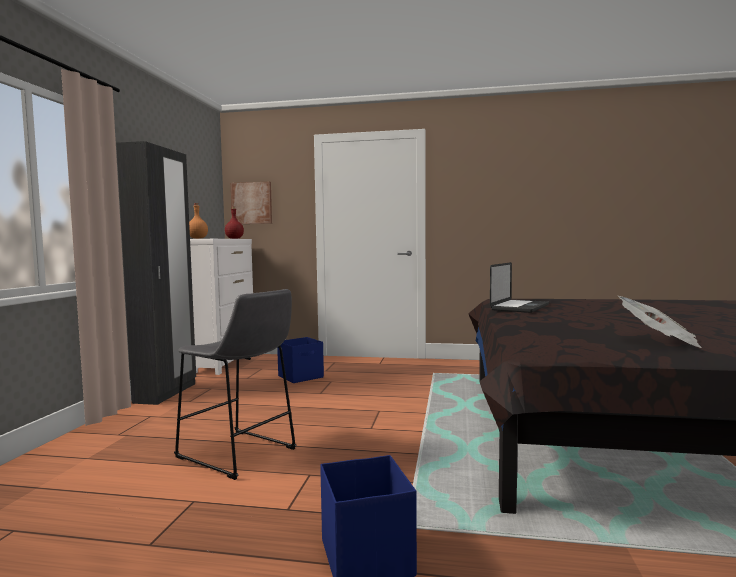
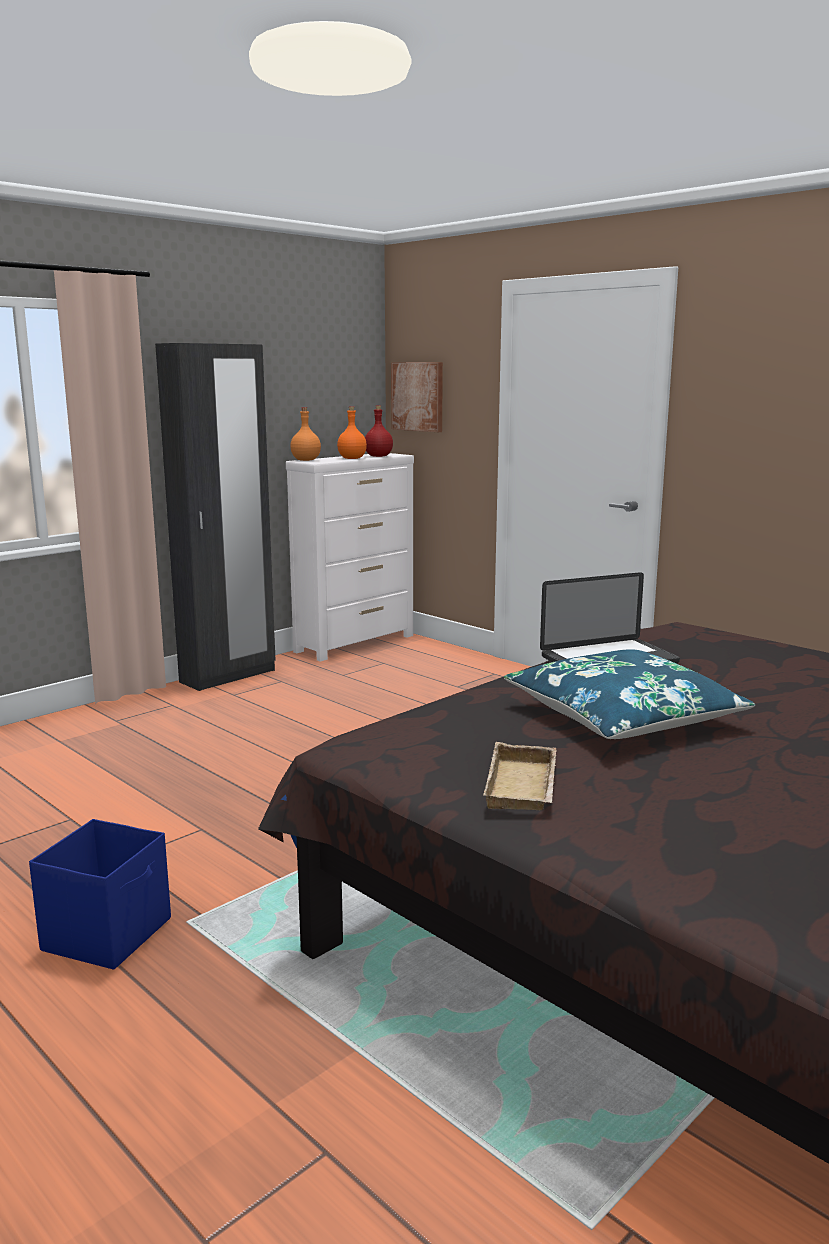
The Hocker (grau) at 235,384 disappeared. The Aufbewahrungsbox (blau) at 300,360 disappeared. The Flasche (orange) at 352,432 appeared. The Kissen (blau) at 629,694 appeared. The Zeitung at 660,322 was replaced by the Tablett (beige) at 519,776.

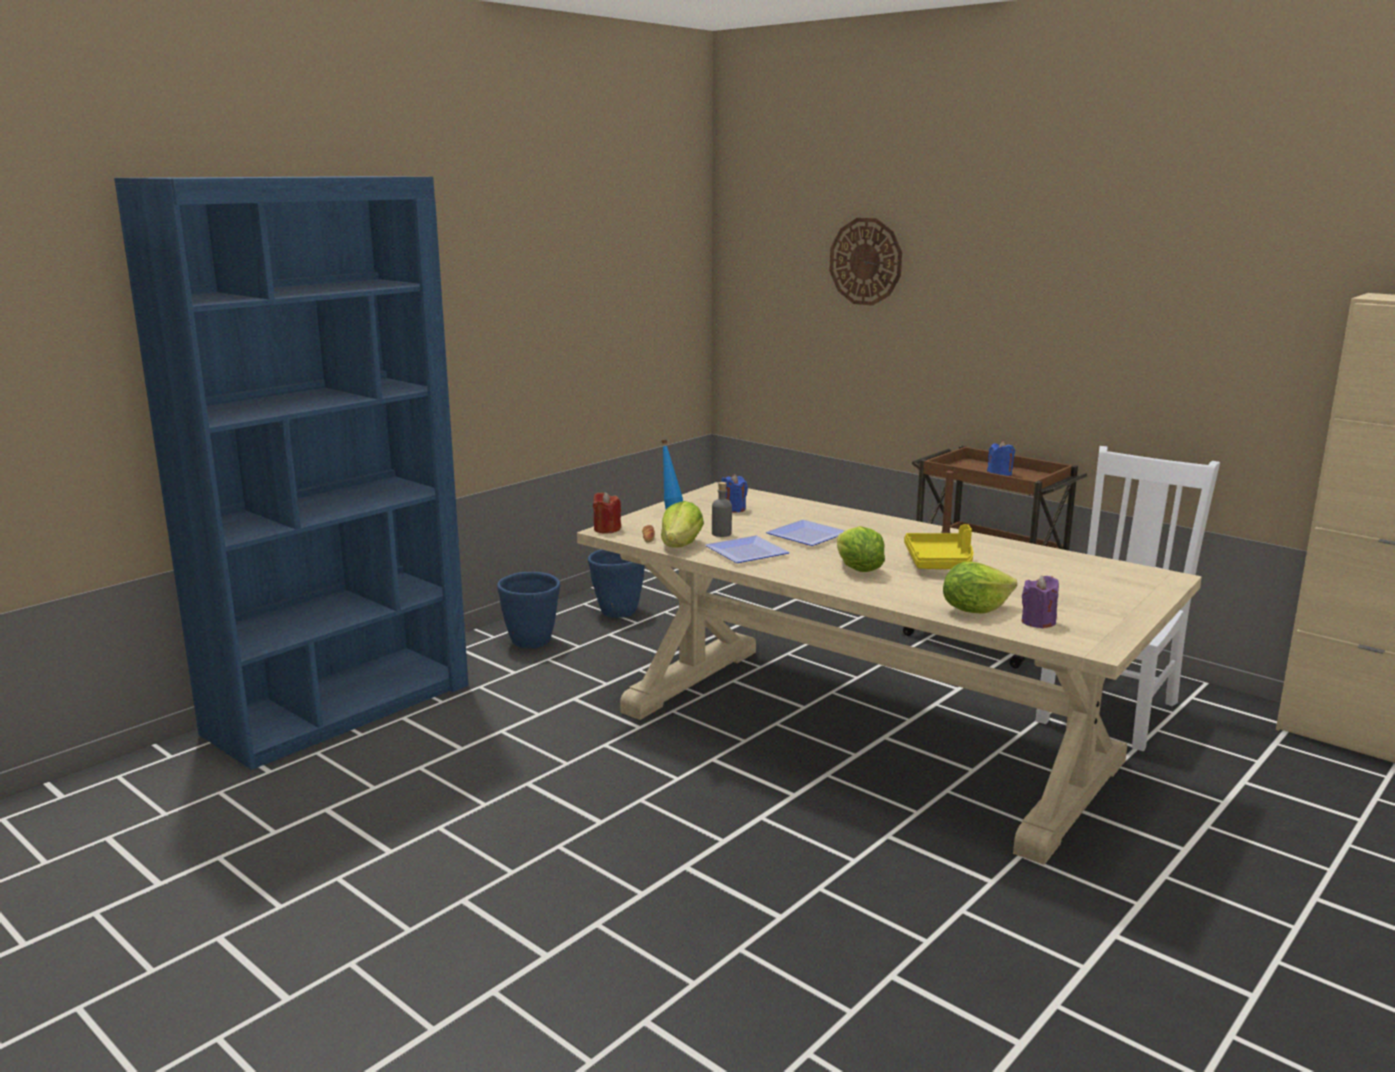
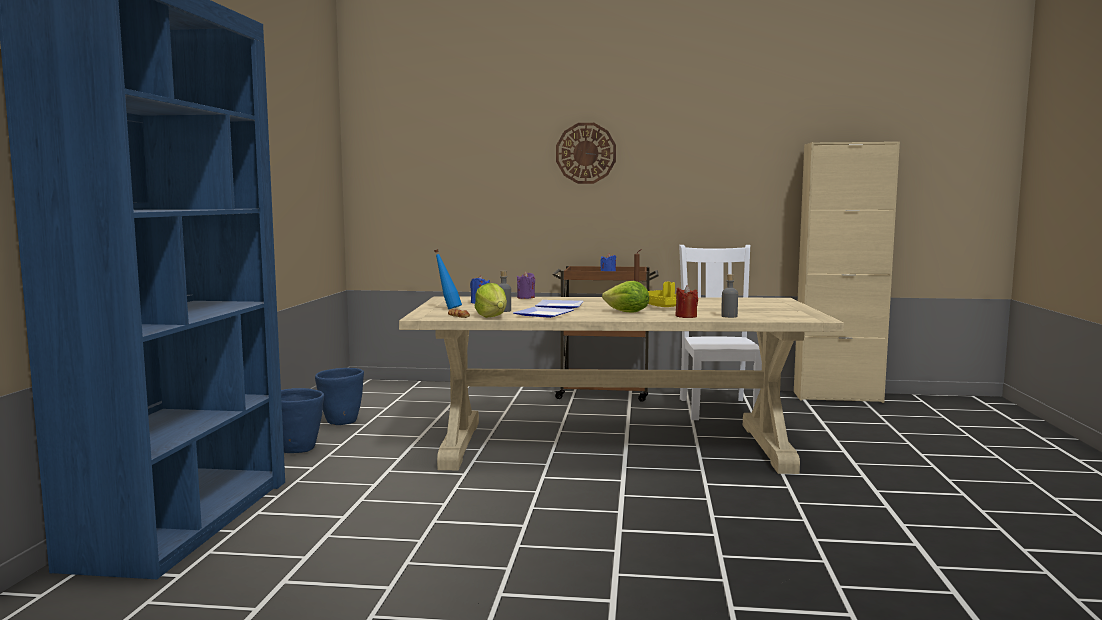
The Kerze (rot) moved from 607,512 to 686,301. The Wanduhr moved from 866,262 to 586,153. The Kerze (lila) moved from 1040,601 to 526,285. The Salatkopf at 980,588 was replaced by the Flasche (grau) at 729,296.

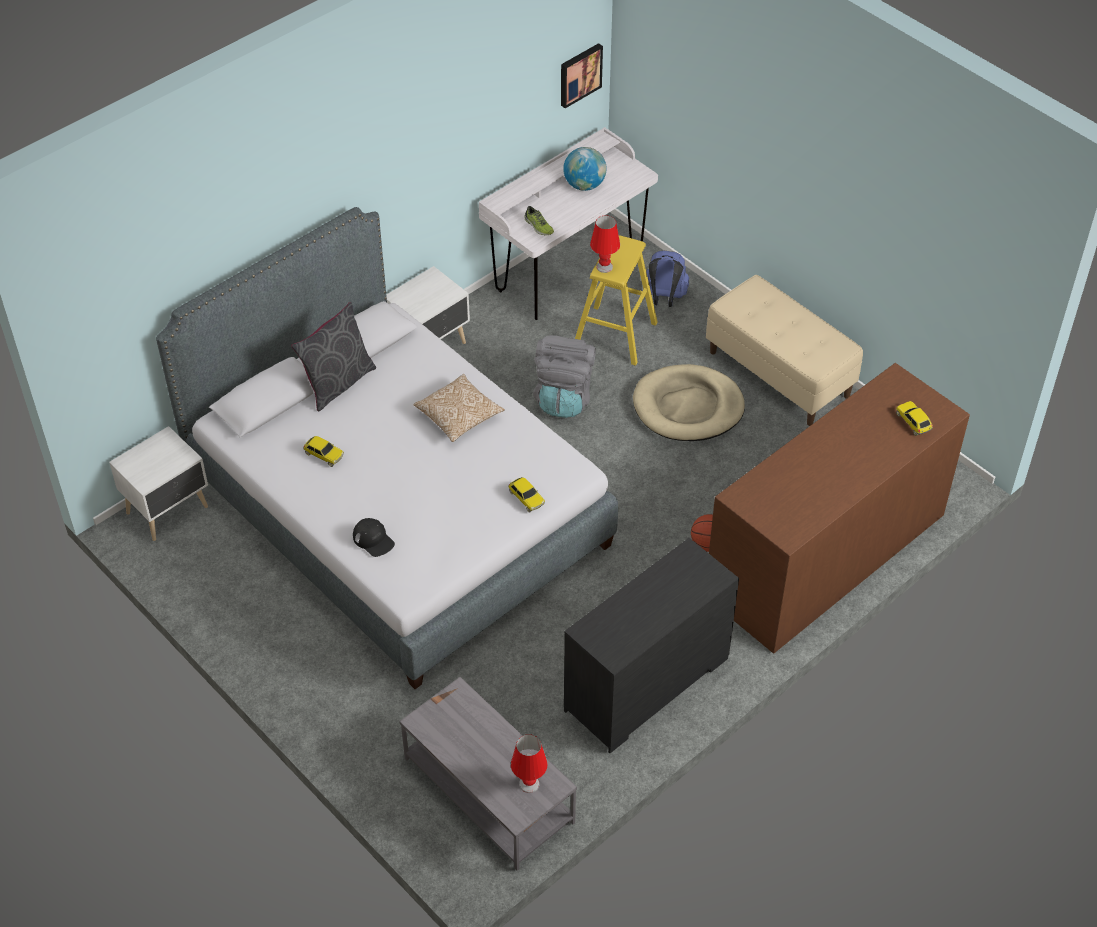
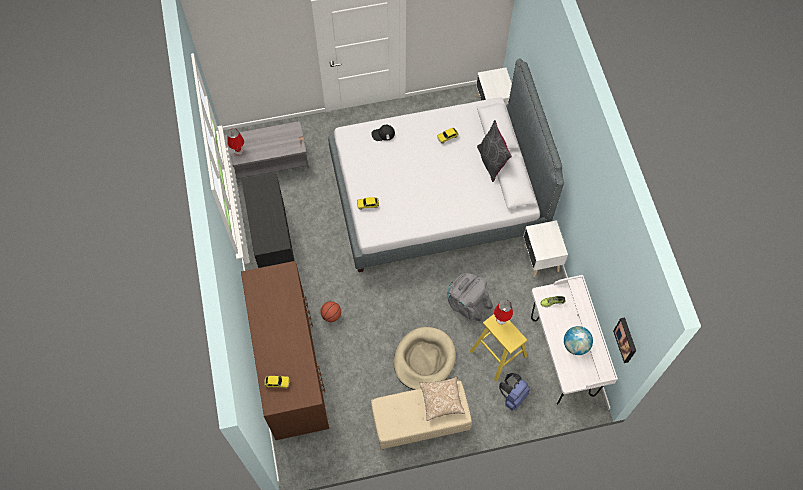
The Kissen moved from 459,408 to 442,399.

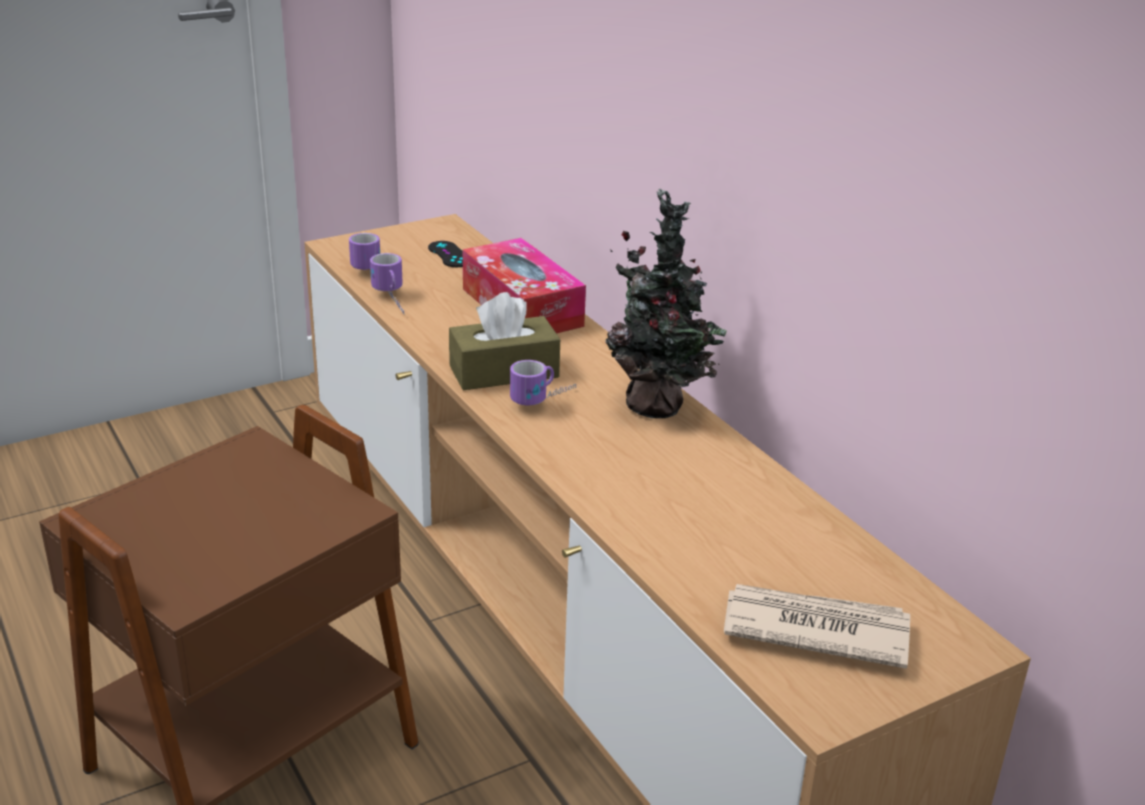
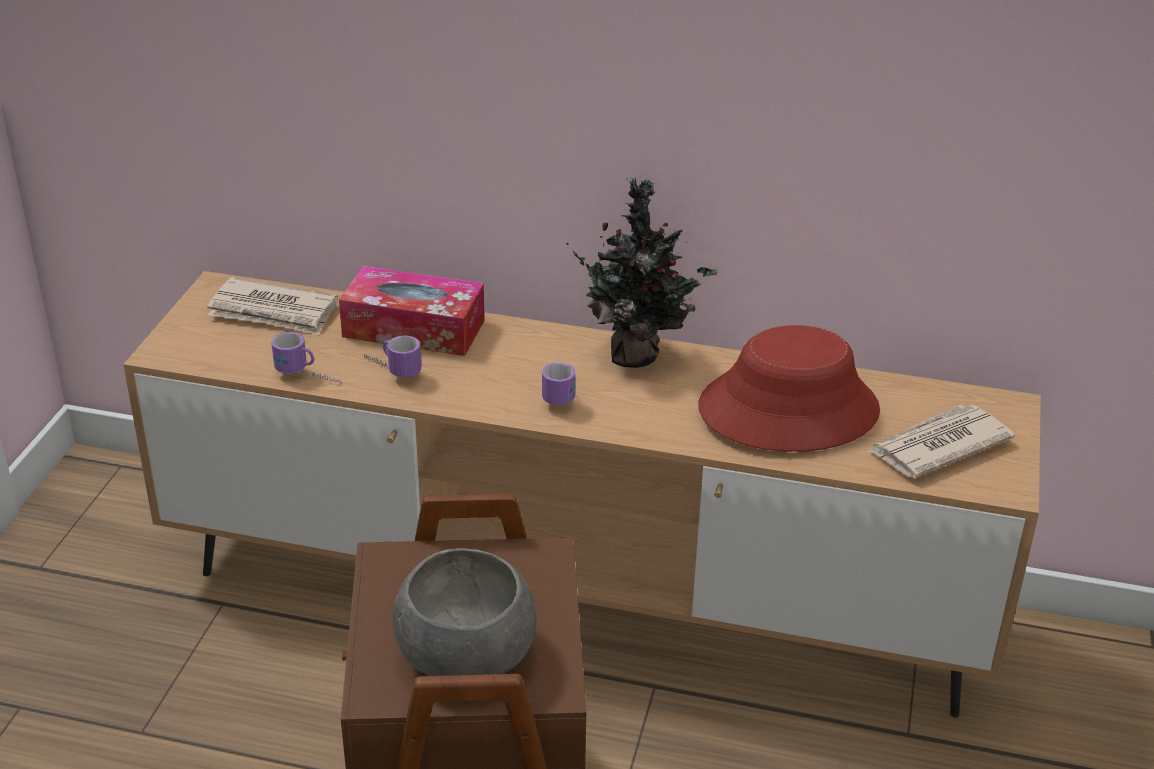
The Taschentuchbox (braun) at 504,341 disappeared. The Schüssel (grau) at 465,612 appeared. The Hut (rot) at 789,388 appeared. The Henkelbecher moved from 364,251 to 392,356. The Gamepad (schwarz) at 445,254 was replaced by the Zeitung at 272,306.

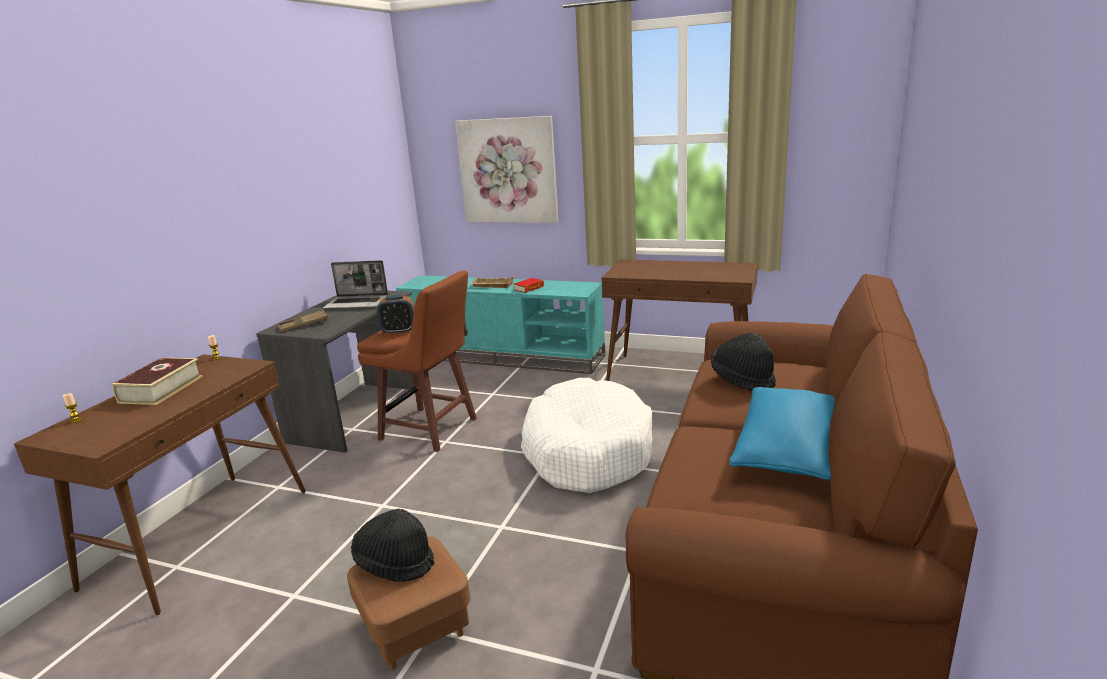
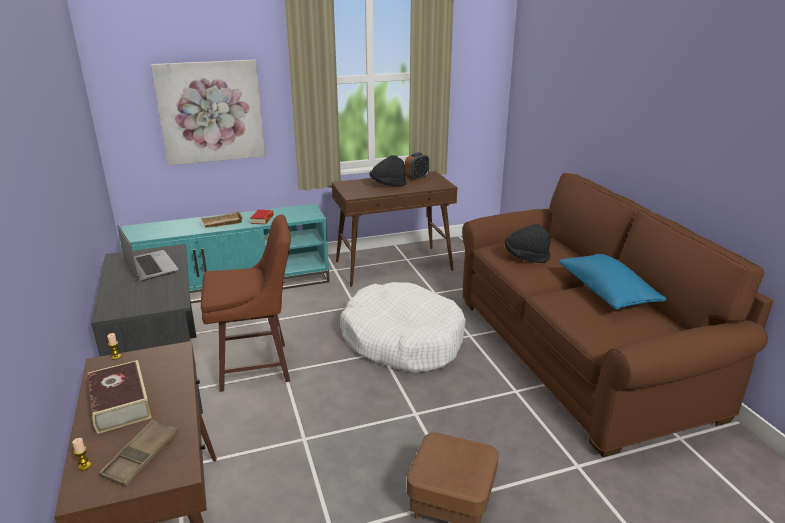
The Tablett (braun) moved from 302,321 to 138,453. The Hut (schwarz) moved from 392,545 to 388,170. The Wecker moved from 396,315 to 417,166. The Laptop at 355,284 turned 90 degrees counterclockwise.

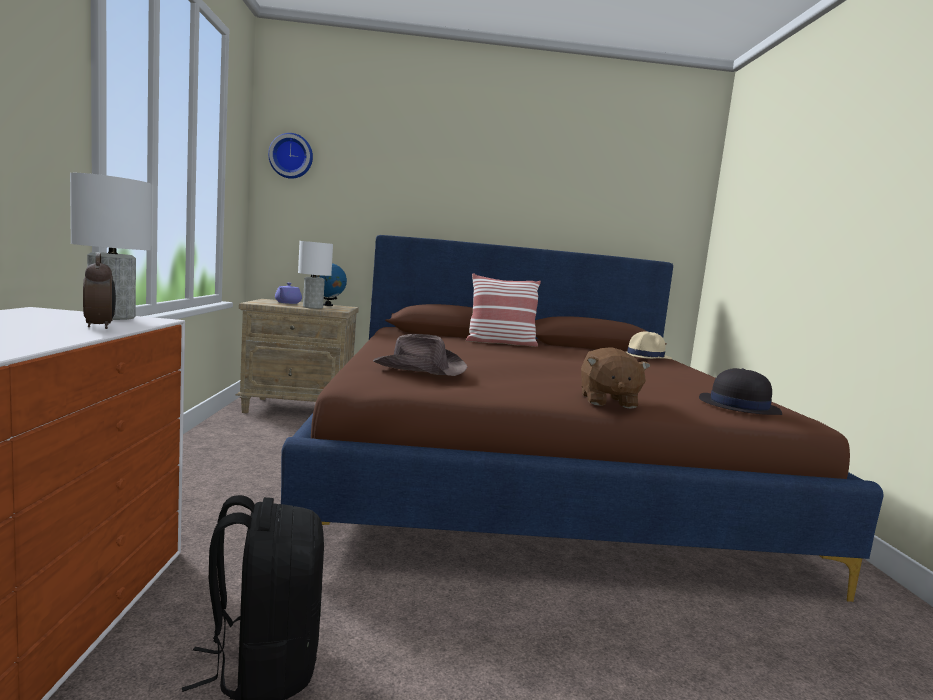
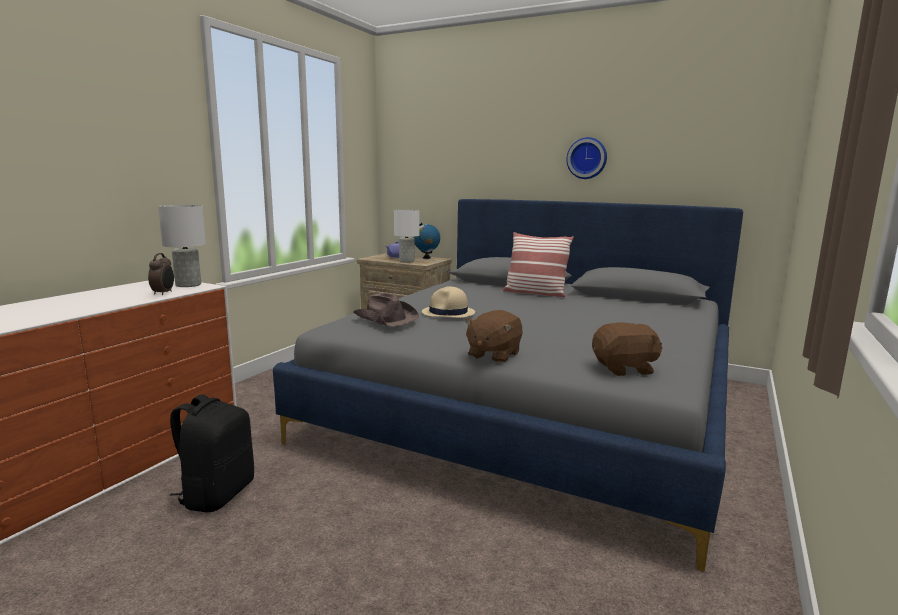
The Wanduhr moved from 290,156 to 586,158. The Hut (beige) moved from 649,345 to 448,302. The Hut (schwarz) at 740,391 was replaced by the Plüschtier (braun) at 627,349. The Bett (braun) at 582,418 became the Bett (grau) at 508,385.

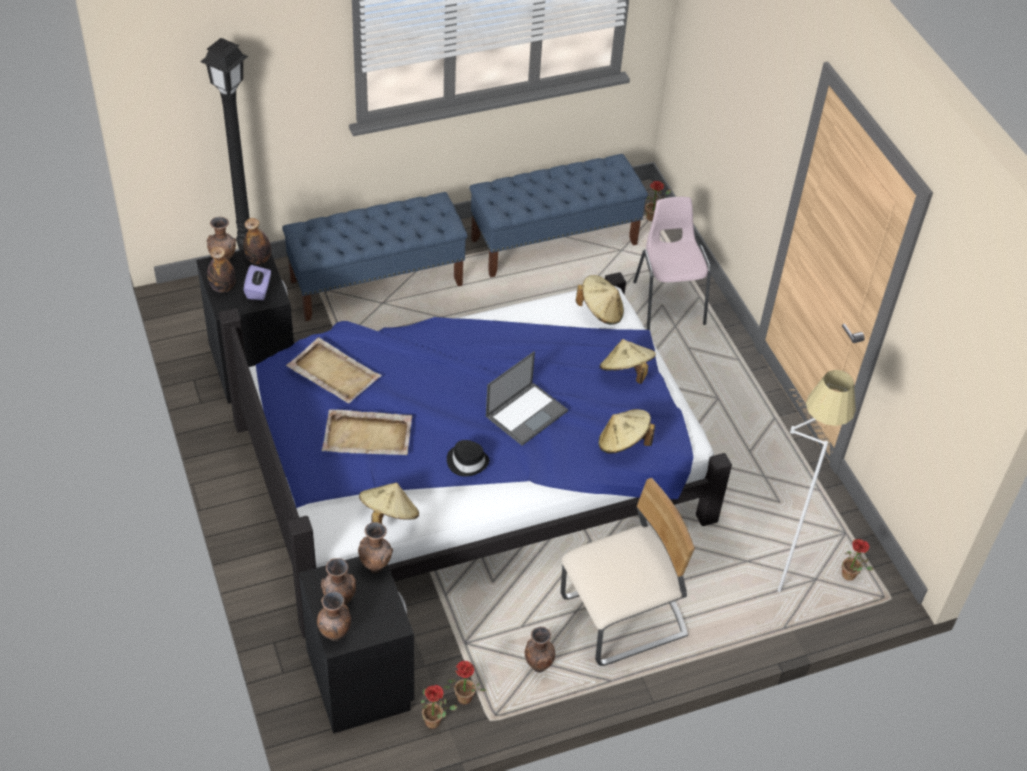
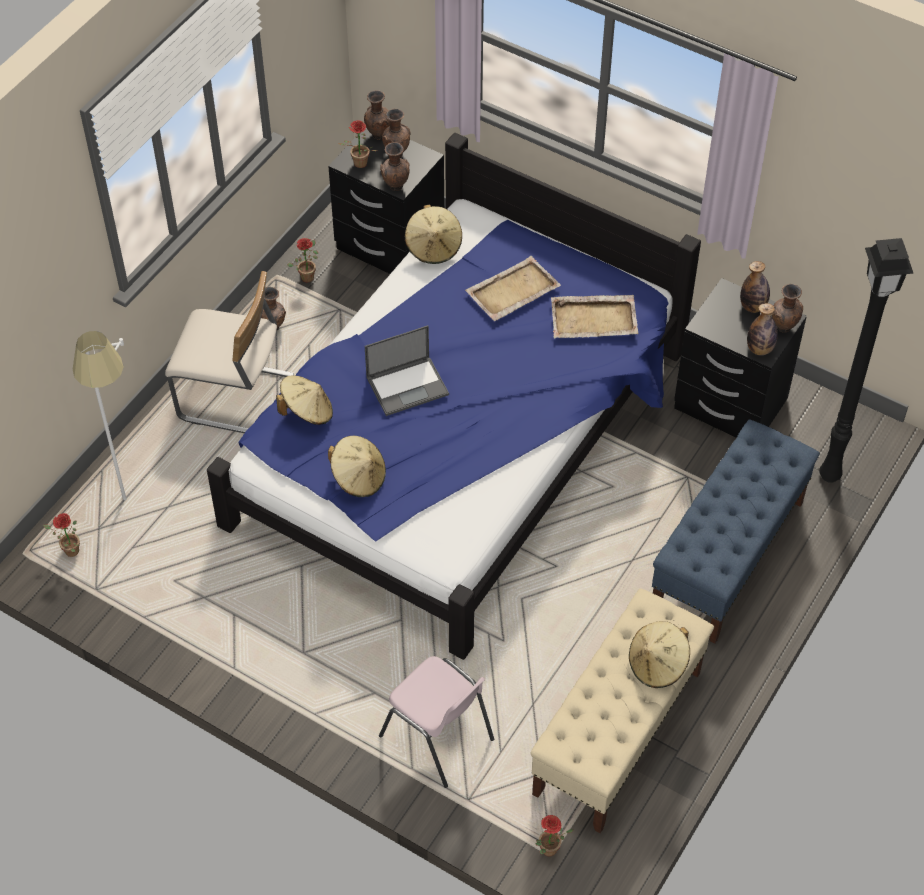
The Taschentuchbox (lila) at 257,282 disappeared. The Hut (schwarz) at 468,458 disappeared. The Topfpflanze moved from 439,707 to 357,144. The Hut (beige) moved from 600,300 to 659,654. The Bank (blau) at 559,216 became the Bank (beige) at 622,710. The Laptop at 527,398 turned 120 degrees counterclockwise. The Stuhl (beige) at 627,572 turned 105 degrees counterclockwise.

